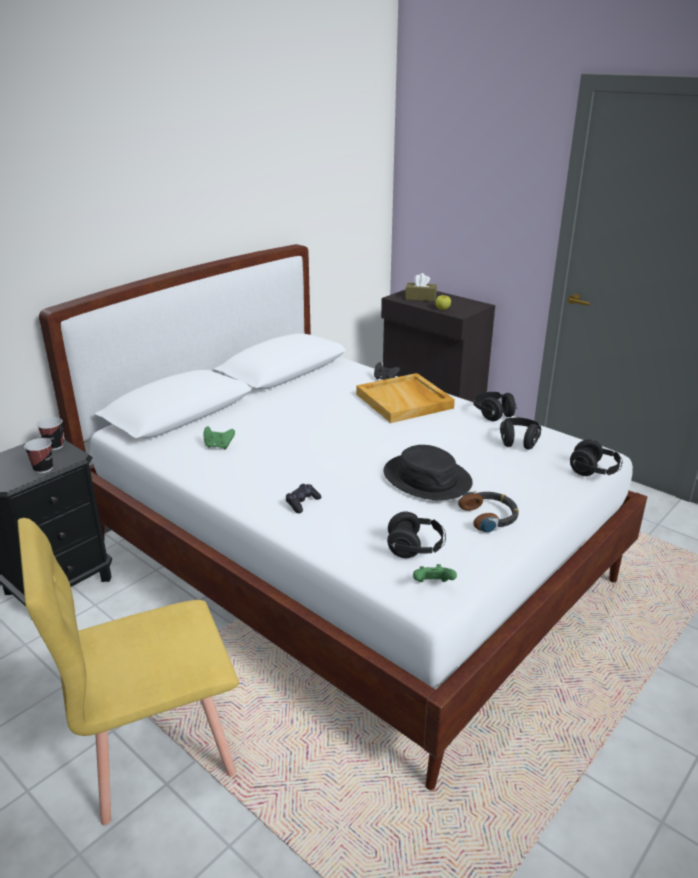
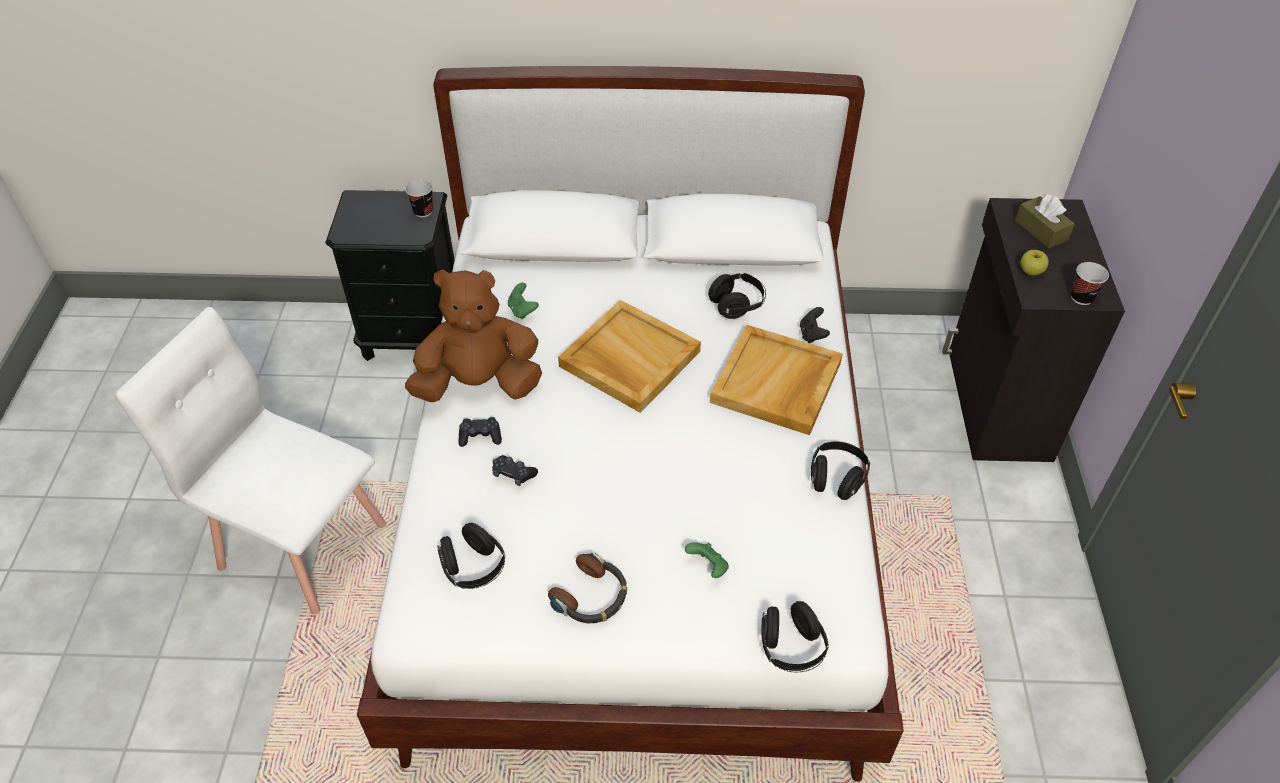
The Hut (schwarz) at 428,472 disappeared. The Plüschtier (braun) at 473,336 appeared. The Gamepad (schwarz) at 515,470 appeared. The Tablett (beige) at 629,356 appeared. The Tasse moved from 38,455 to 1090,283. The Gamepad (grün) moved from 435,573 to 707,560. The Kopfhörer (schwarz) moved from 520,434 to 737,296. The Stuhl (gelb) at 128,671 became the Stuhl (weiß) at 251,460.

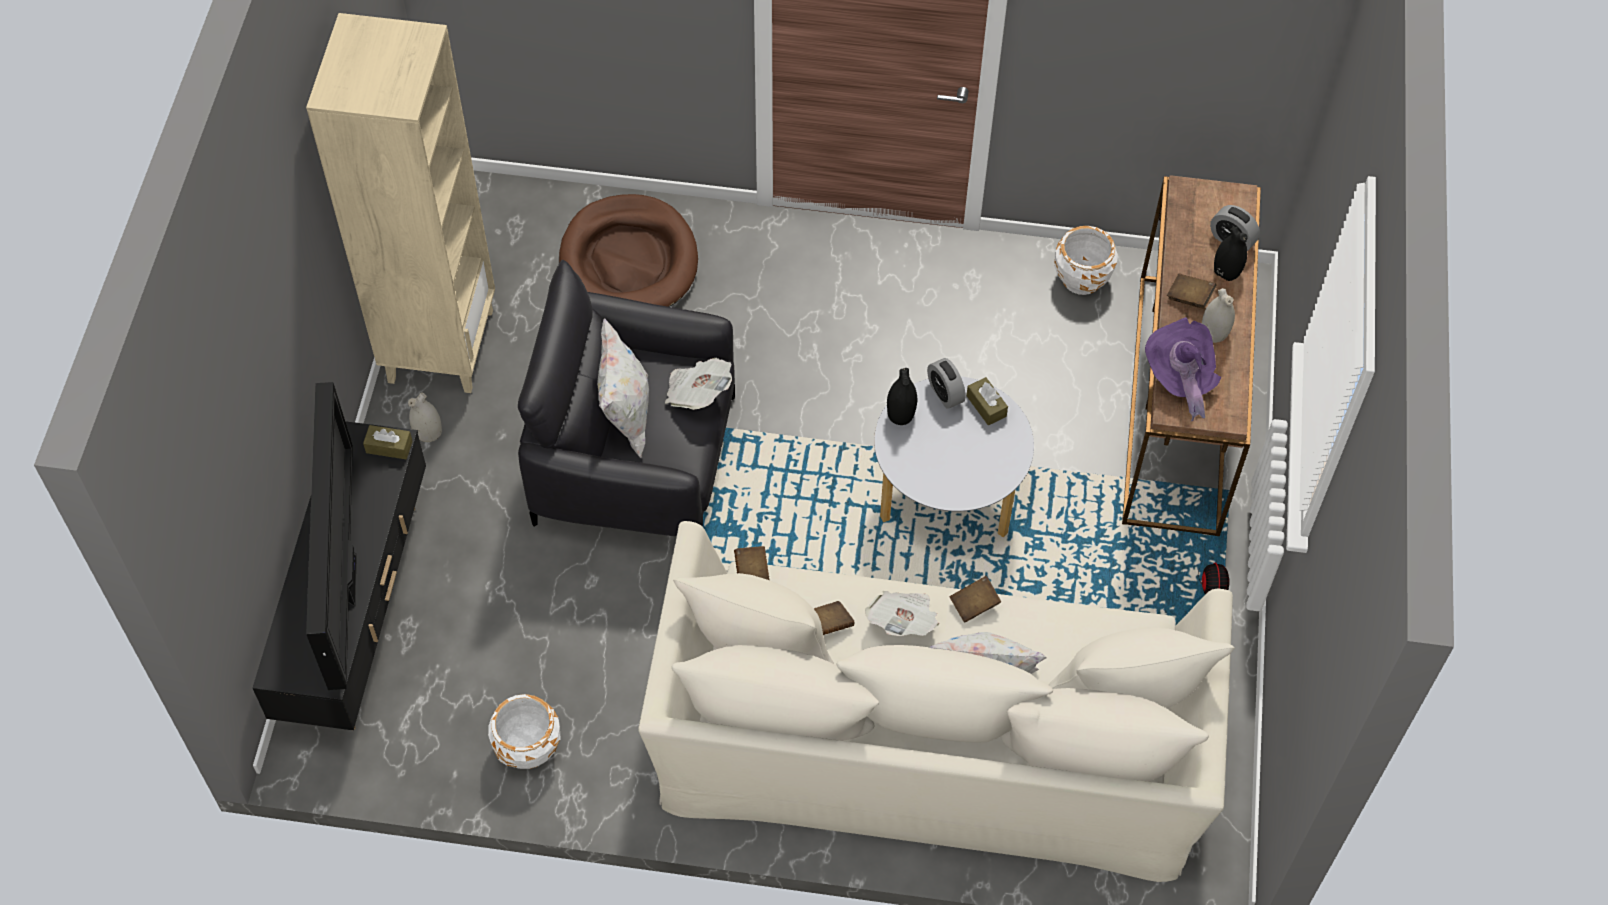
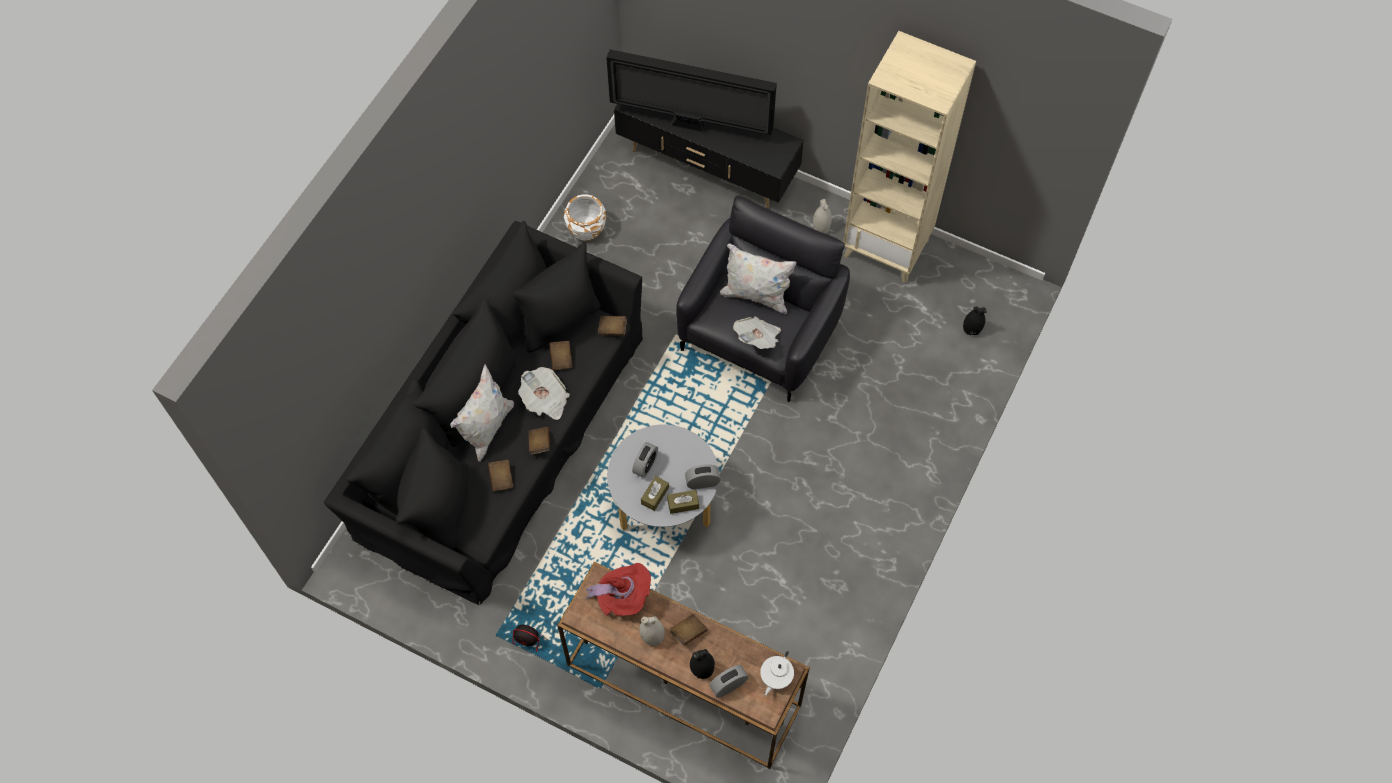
The Hundebett (braun) at 628,250 disappeared. The Pflanzkübel (weiß) at 1086,260 disappeared. The Buch (braun) at 500,475 appeared. The Wecker at 645,460 appeared. The Teekanne (weiß) at 777,673 appeared. The Taschentuchbox (braun) moved from 388,442 to 655,493. The Vase (schwarz) moved from 902,396 to 975,320. The Sofa (beige) at 936,701 became the Sofa (schwarz) at 483,413. The Hut (lila) at 1183,369 became the Hut (rot) at 618,589.

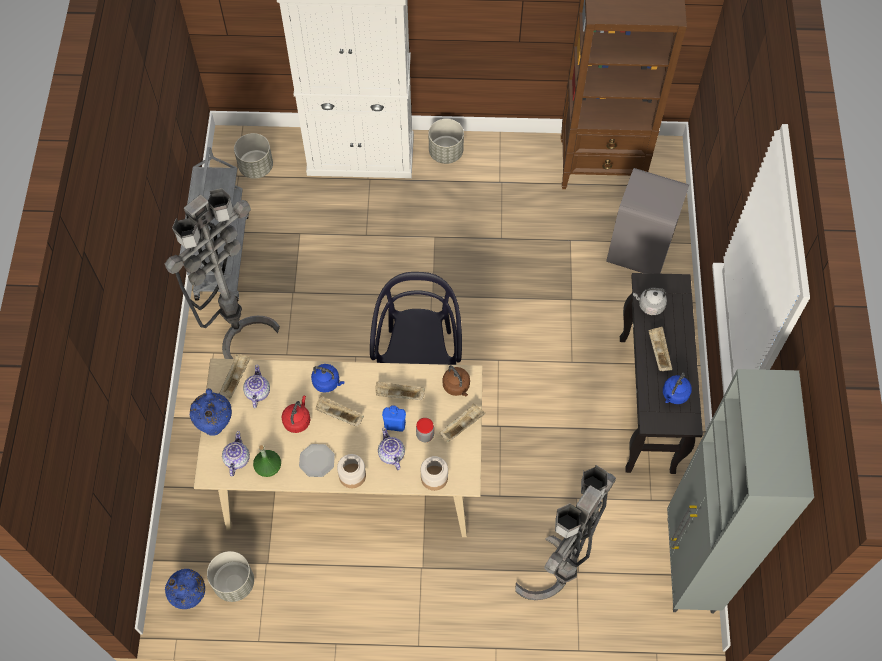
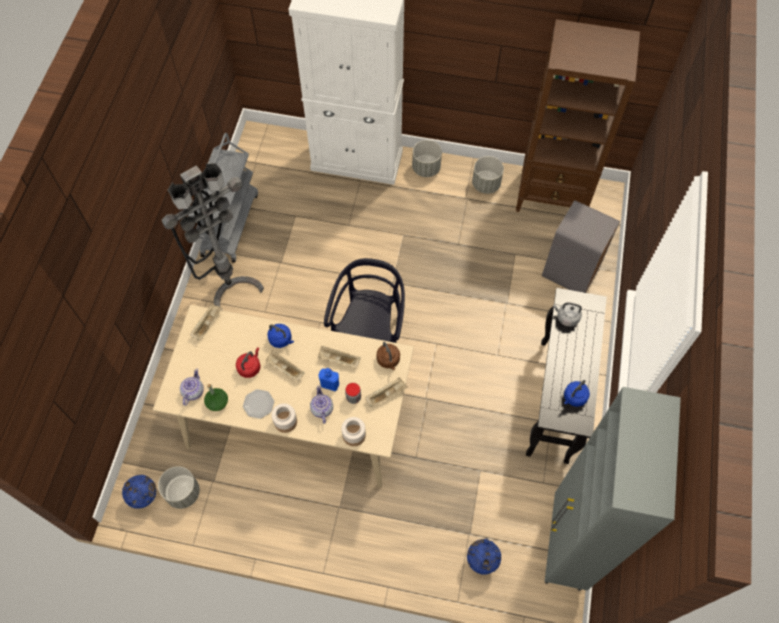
The Teekanne at 256,386 disappeared. The Stehlampe (grau) at 565,532 disappeared. The Tablett (beige) at 660,349 disappeared. The Vase (blau) moved from 211,412 to 484,557. The Pflanzkübel (grau) moved from 253,156 to 488,175.

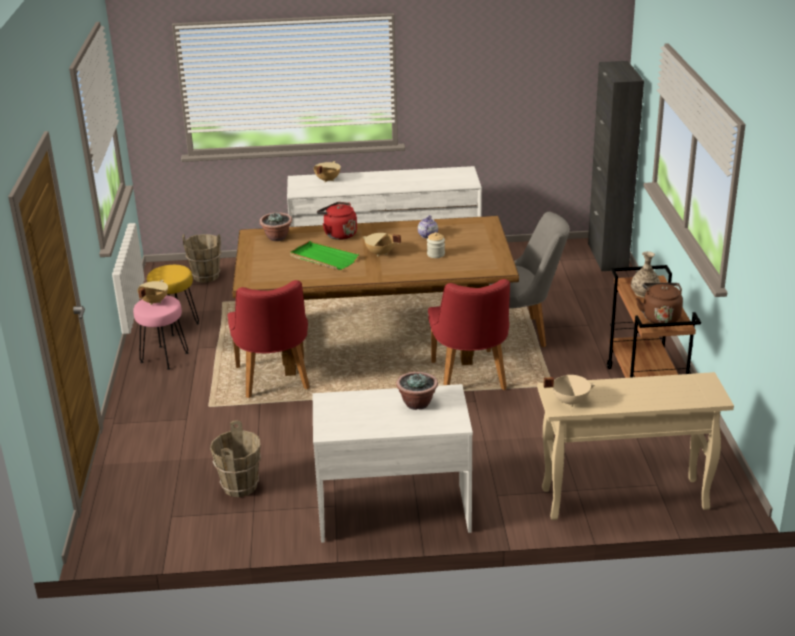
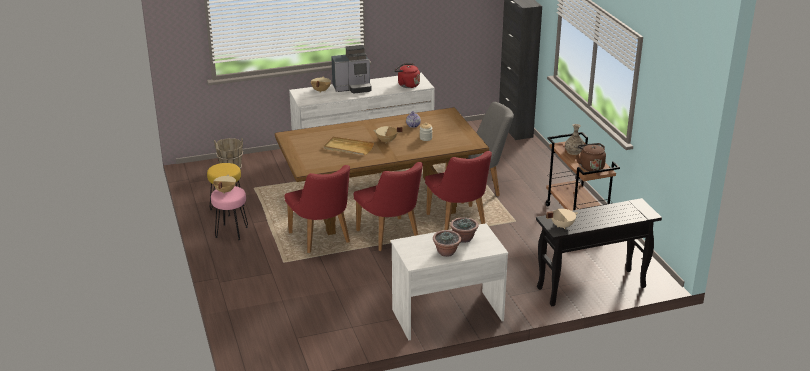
The Eimer (braun) at 235,458 disappeared. The Kaffeemaschine at 351,69 appeared. The Stuhl (rot) at 388,206 appeared. The Topfpflanze moved from 275,226 to 447,243. The Wasserkessel (rot) moved from 337,221 to 407,75. The Tablett (grün) at 324,255 became the Tablett (beige) at 349,146. The Konsolentisch (beige) at 635,446 became the Konsolentisch (schwarz) at 599,252.

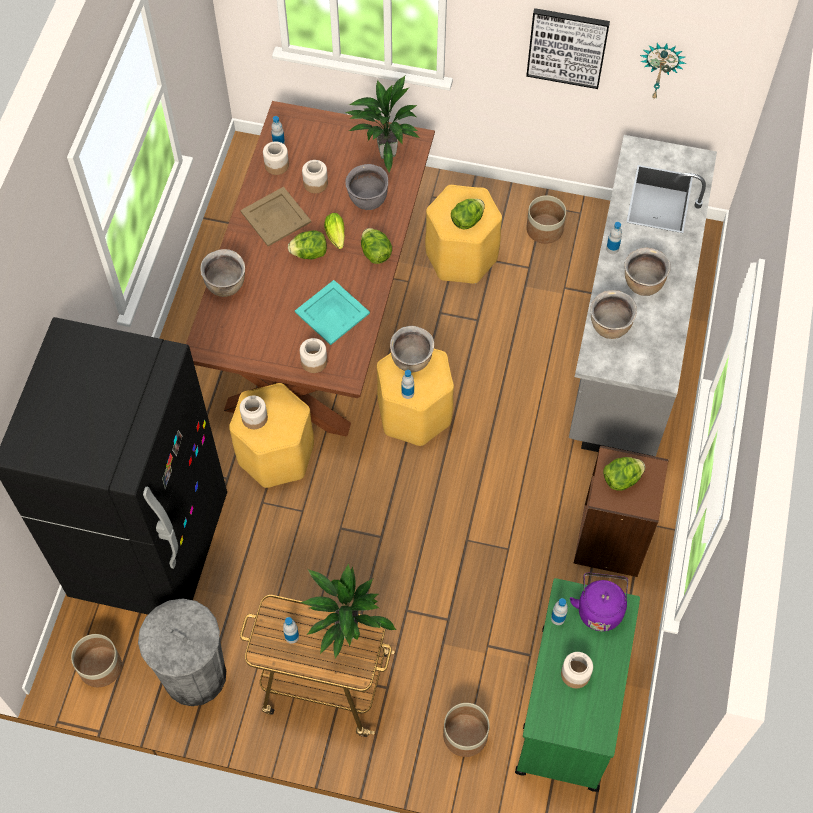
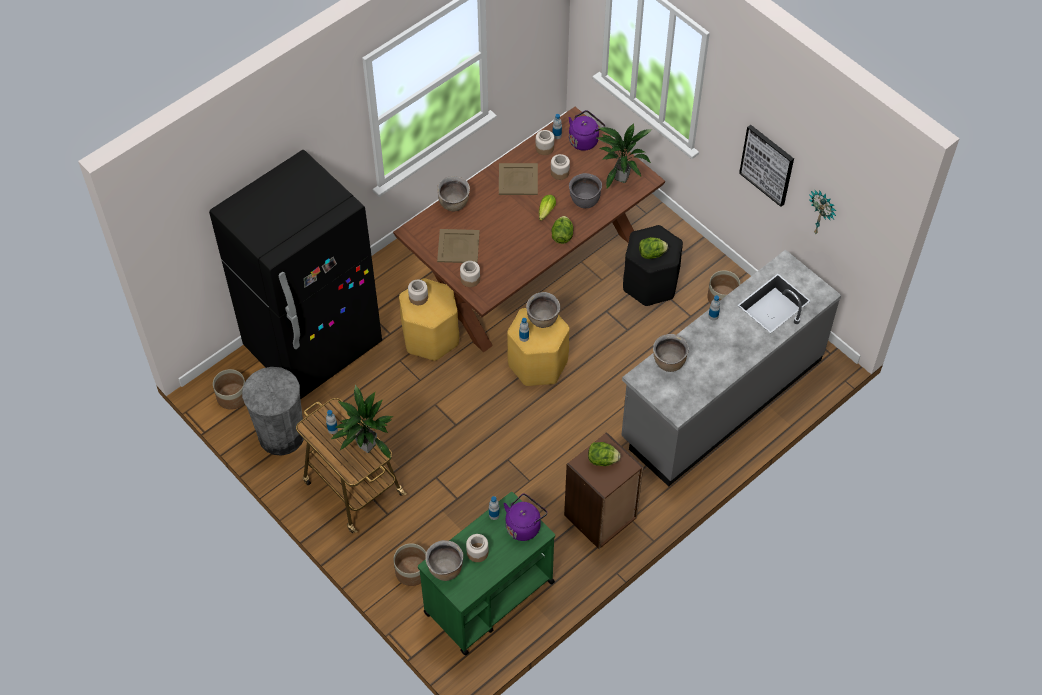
The Salatkopf at 307,245 disappeared. The Tablett (türkis) at 332,312 disappeared. The Tablett (beige) at 458,246 appeared. The Wasserkessel (lila) at 587,130 appeared. The Kochtopf (braun) moved from 647,271 to 444,560. The Hocker (gelb) at 463,234 became the Hocker (schwarz) at 653,265.

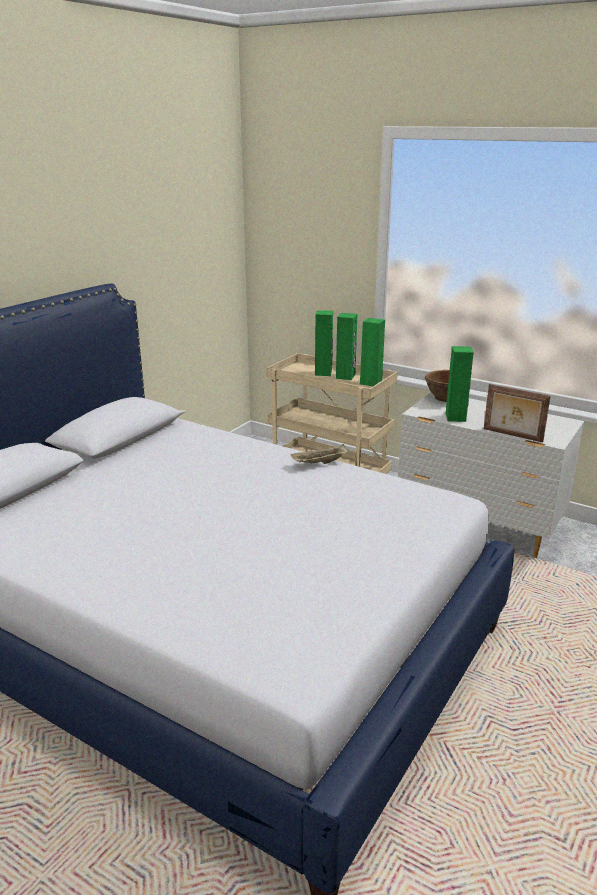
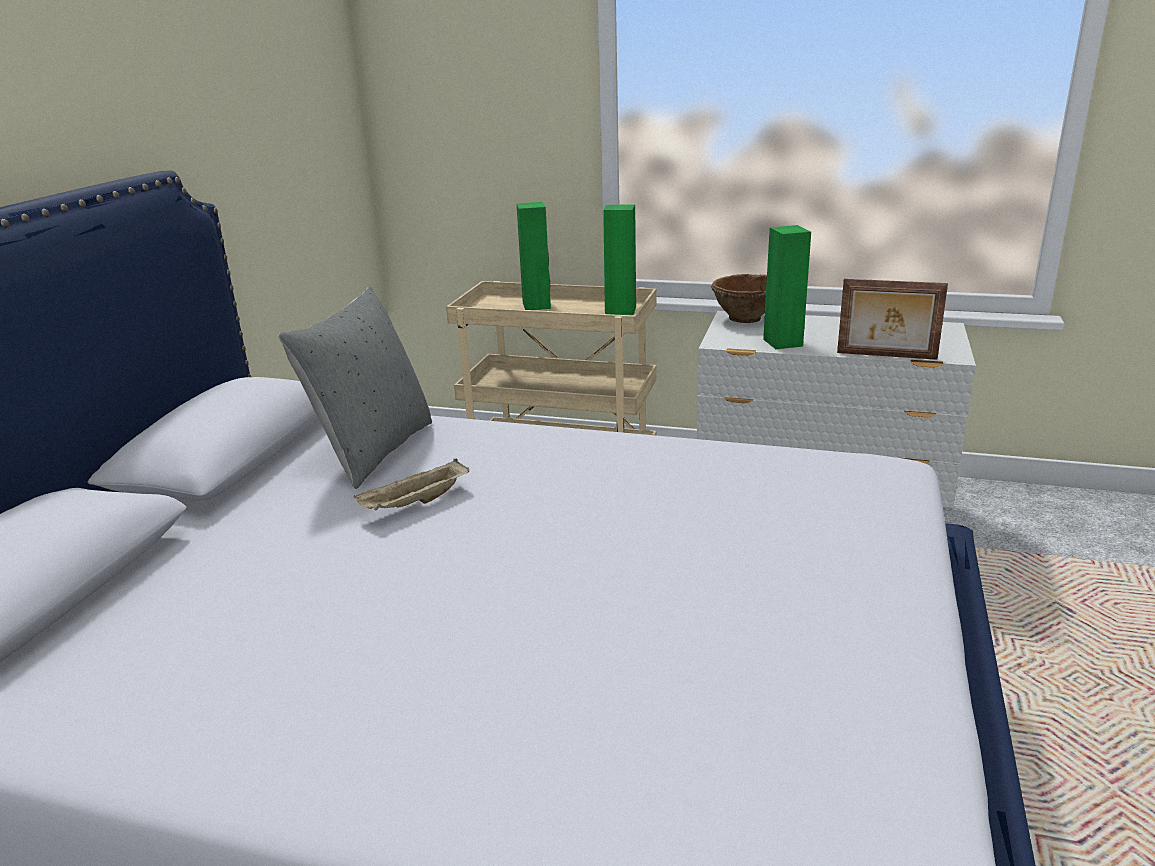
The Lautsprecher (grün) at 346,346 disappeared. The Kissen (grau) at 355,388 appeared. The Tablett (beige) moved from 319,454 to 411,484.

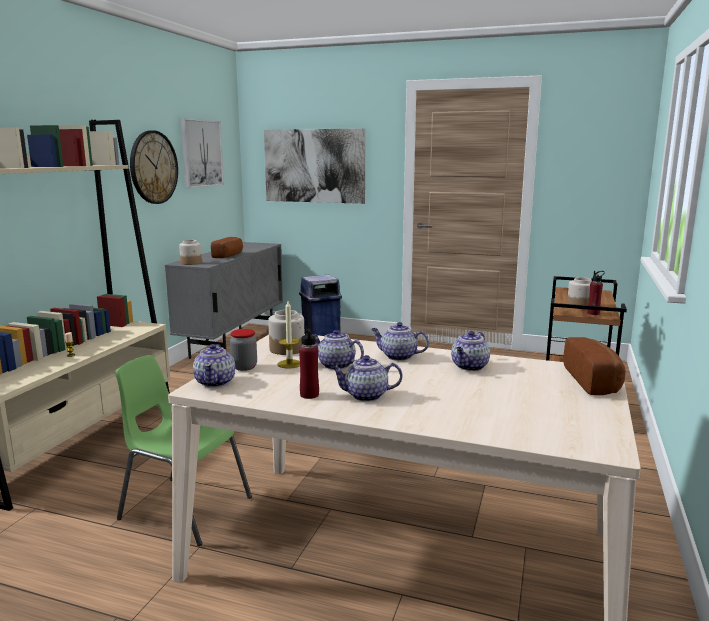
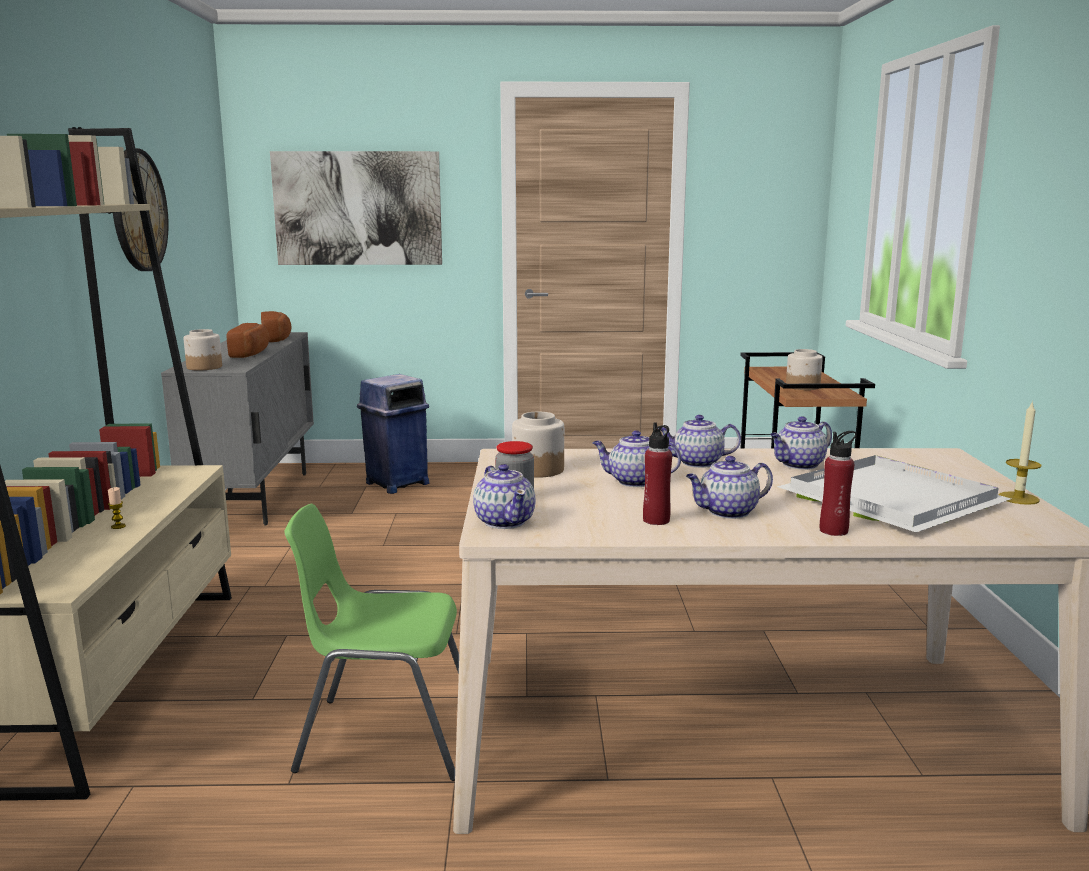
The Bild at 202,153 disappeared. The Tablett (weiß) at 894,493 appeared. The Kerze moved from 288,335 to 1020,452. The Brot moved from 595,366 to 276,326. The Flasche (rot) moved from 596,293 to 838,483. The Teekanne at 470,351 turned 45 degrees clockwise.

